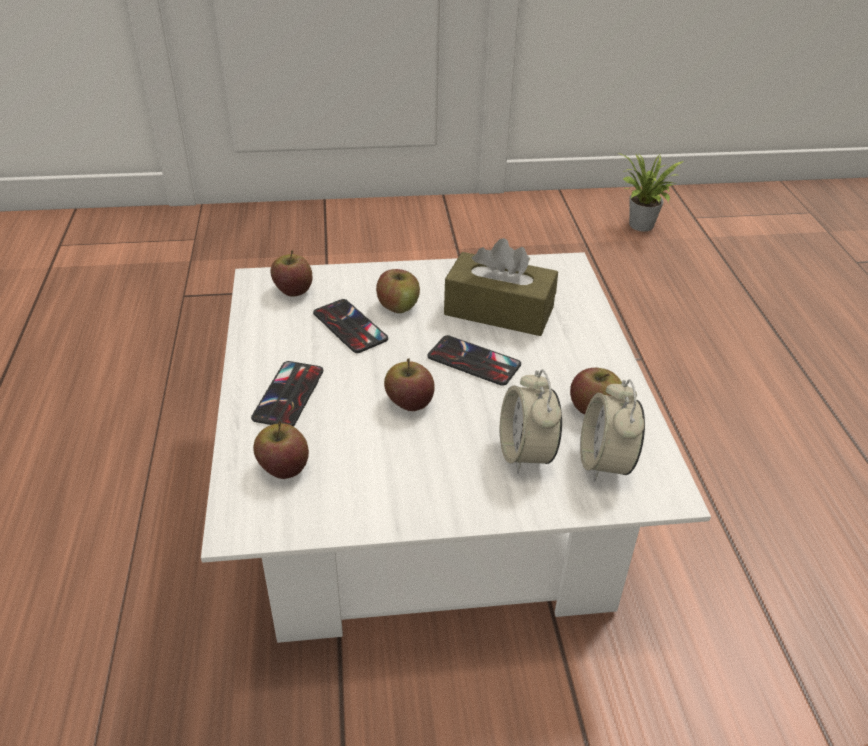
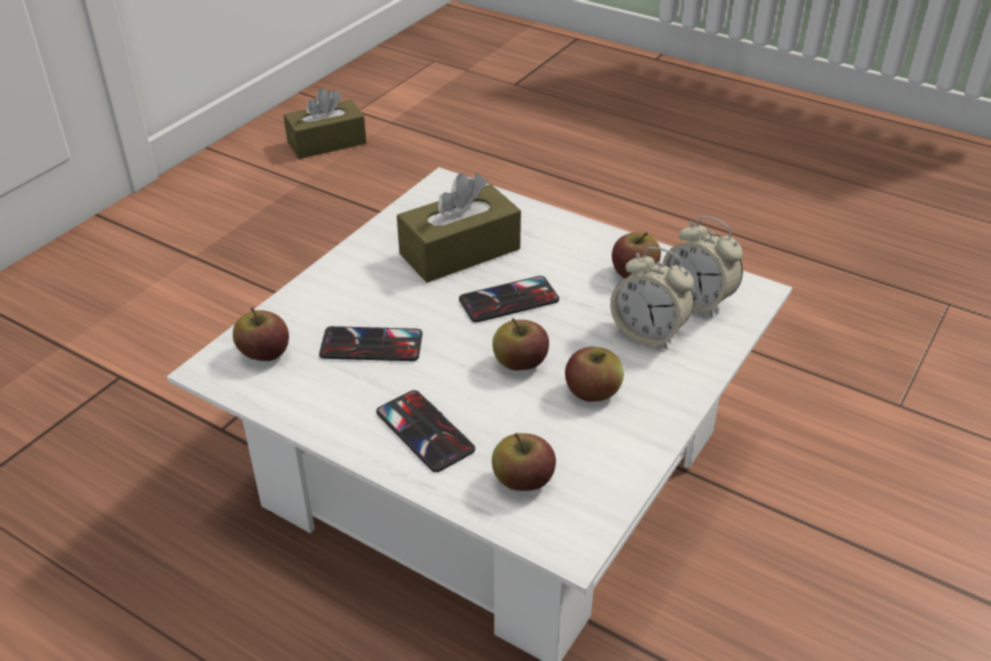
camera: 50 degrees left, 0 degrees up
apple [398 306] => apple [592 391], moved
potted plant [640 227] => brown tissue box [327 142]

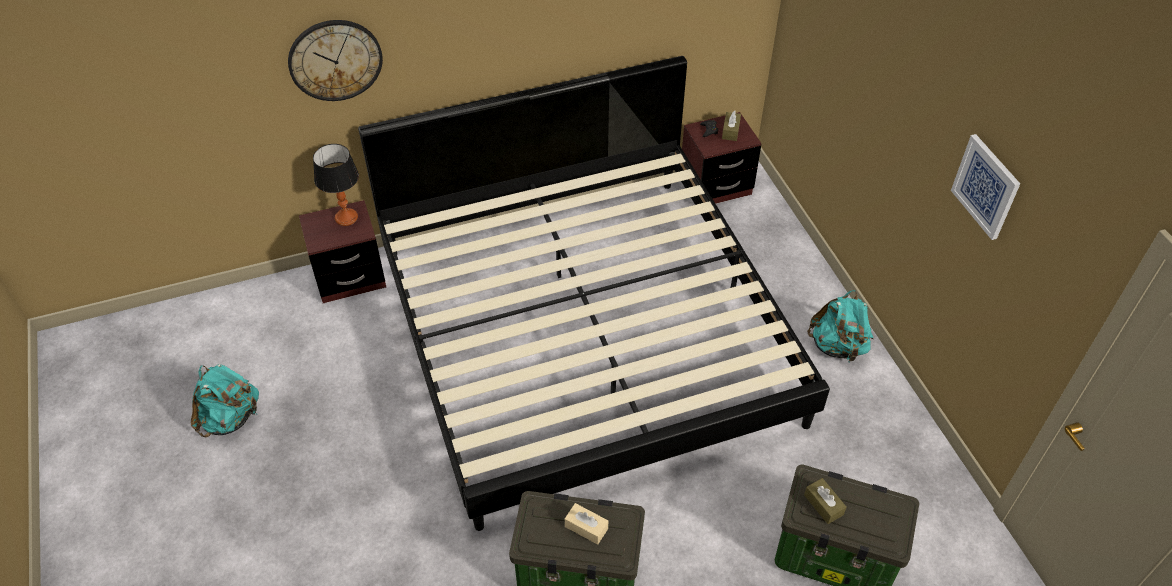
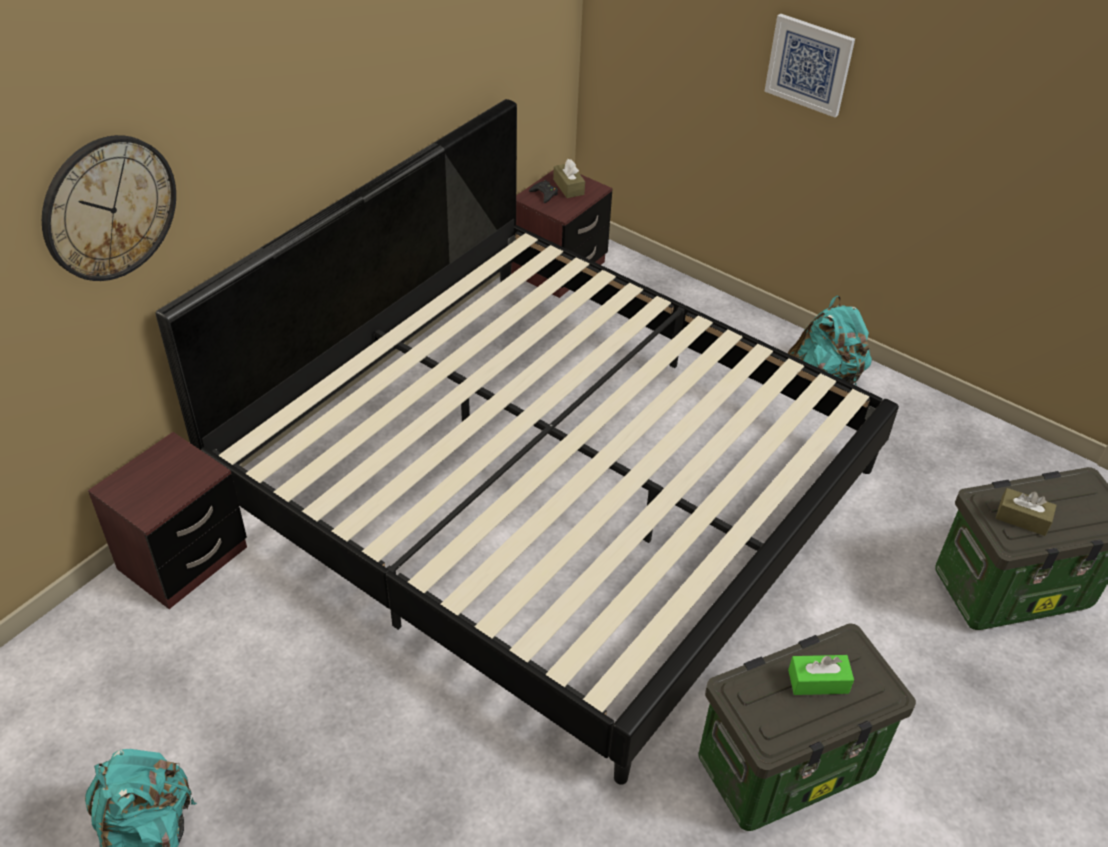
camera: 35 degrees left, 5 degrees down
table lamp [346 217] => nothing
beige tissue box [586 527] => green tissue box [818 681]
picture [986 186] => picture [809 64], moved

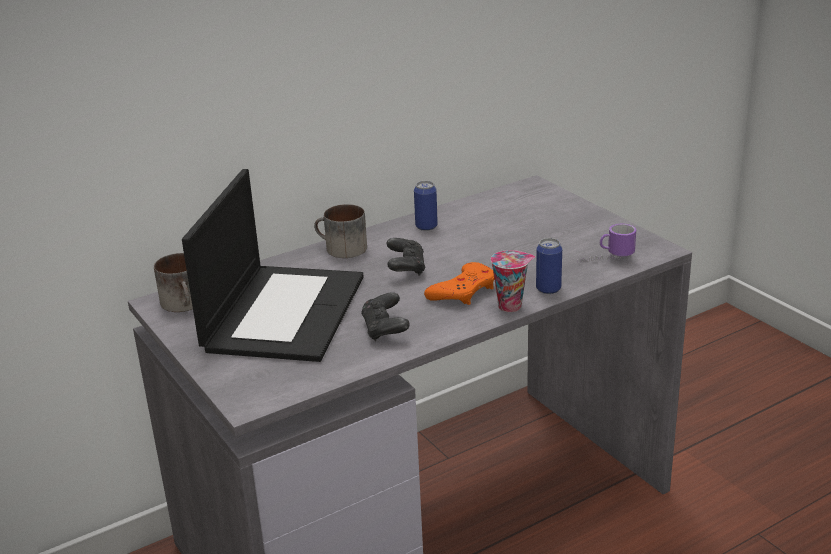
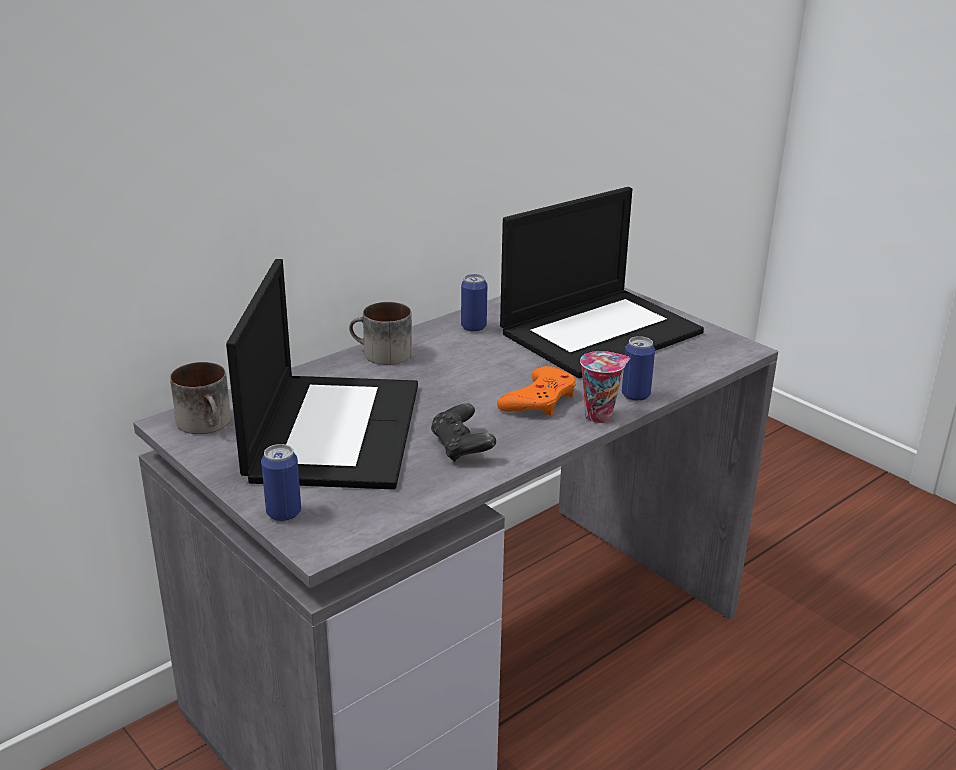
camera: 10 degrees left, 0 degrees up
black game controller [406 268] => nothing
mug [605 260] => nothing
nothing => can [284 513]
nothing => laptop [601 331]

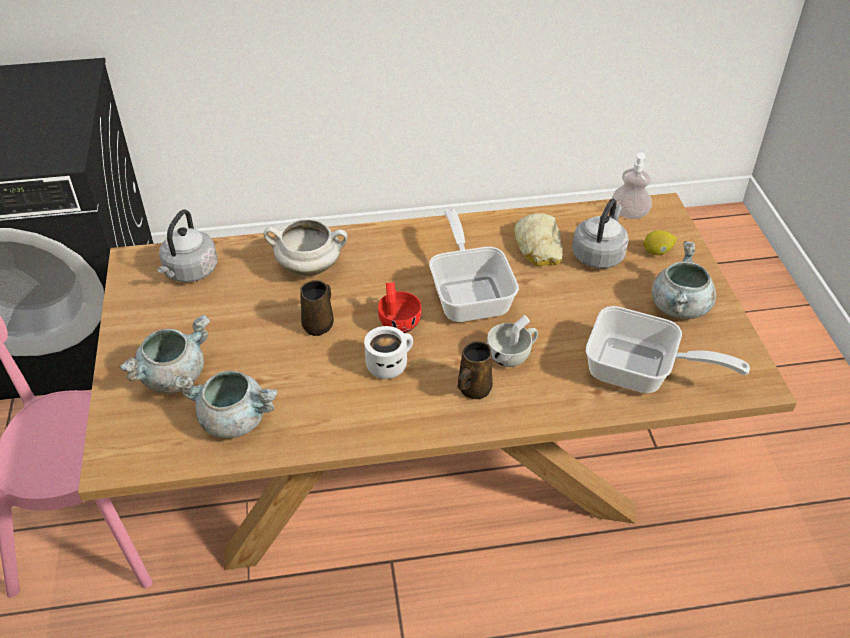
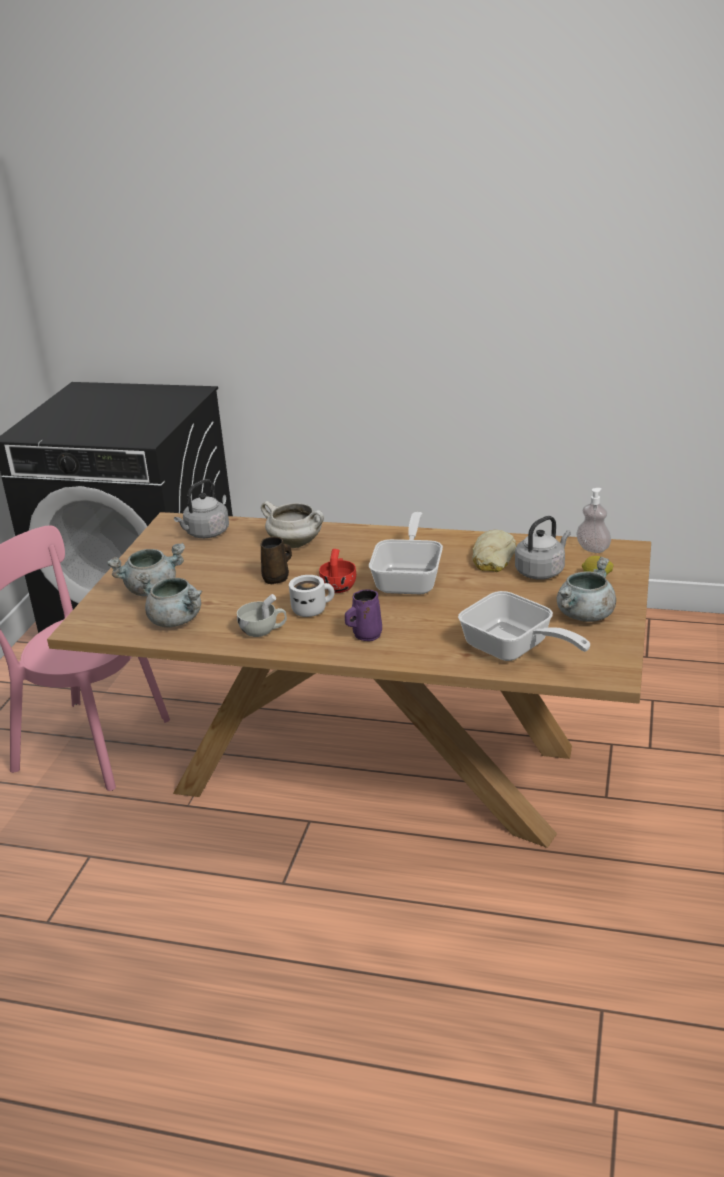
camera: 25 degrees right, 15 degrees down
brown mug [473 389] => purple mug [366 635]
white cup [512 355] => white cup [263 631], moved

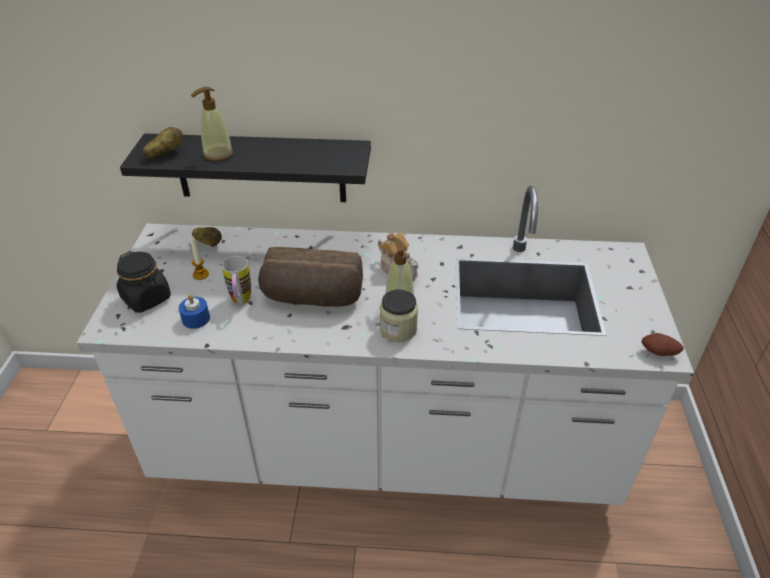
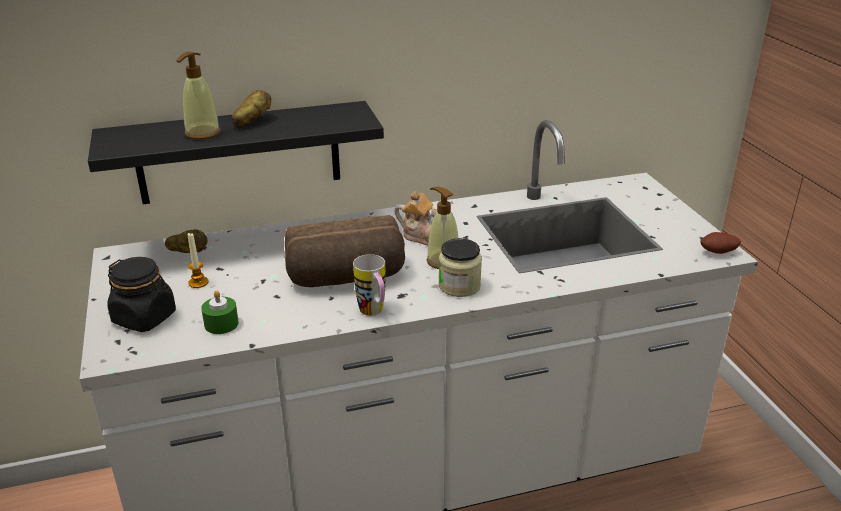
camera: 20 degrees left, 10 degrees down
potato [165 153] => potato [252 121], moved
blue candle [196 319] => green candle [221 324]
mug [241 302] => mug [374 313], moved

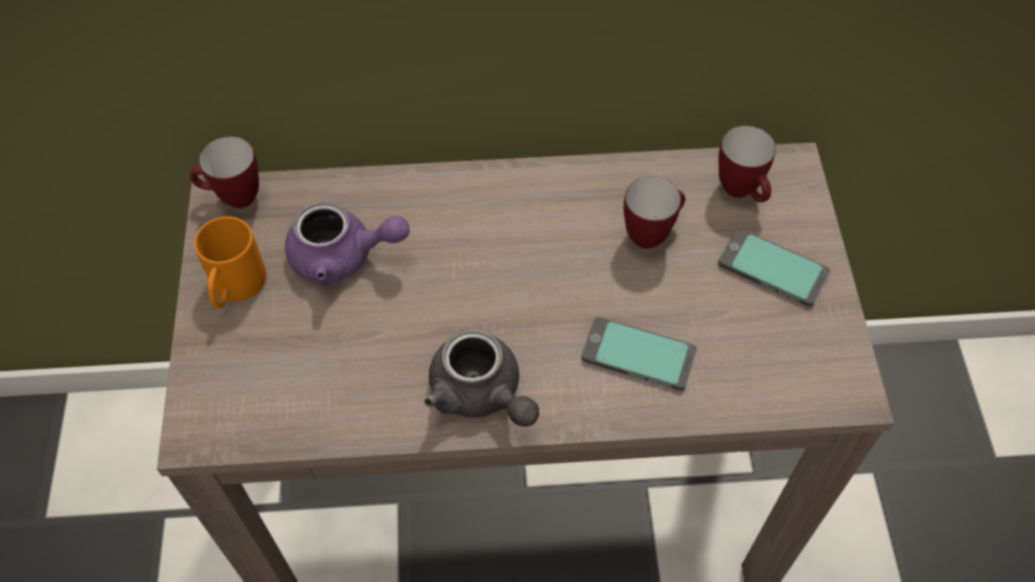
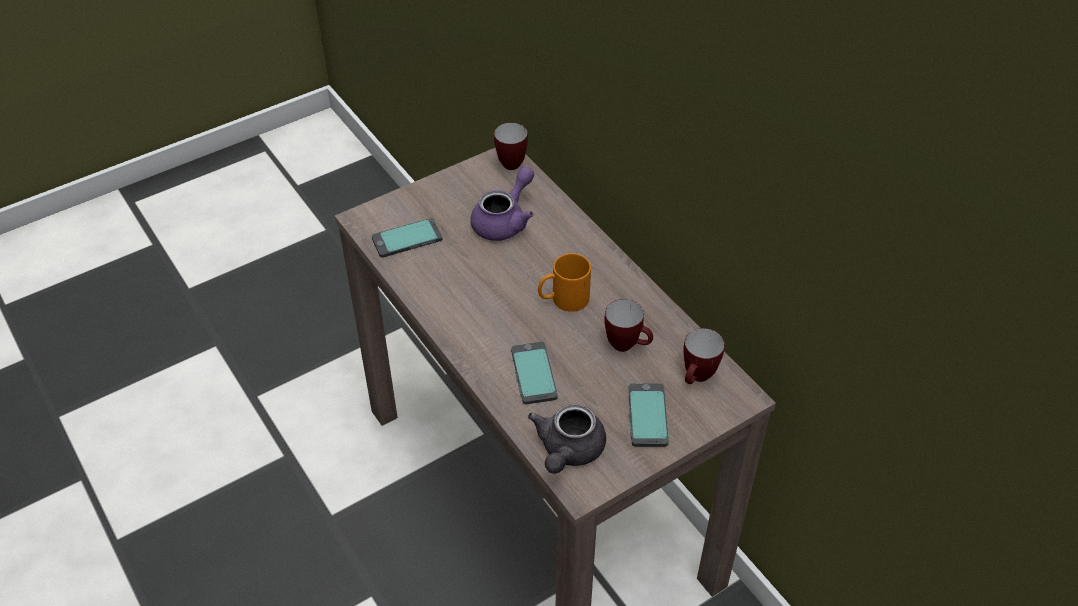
camera: 60 degrees right, 10 degrees down
orange mug [235 288] => orange mug [563 300], moved
purple teapot [343 257] => purple teapot [505 221], 120 degrees counterclockwise
grey teapot [481 394] => grey teapot [568 451], moved
nothing => phone [407 239]

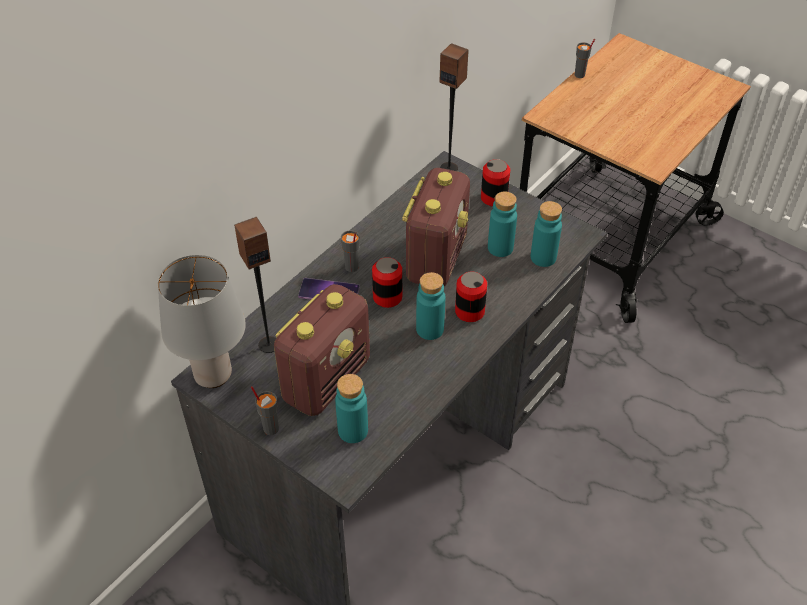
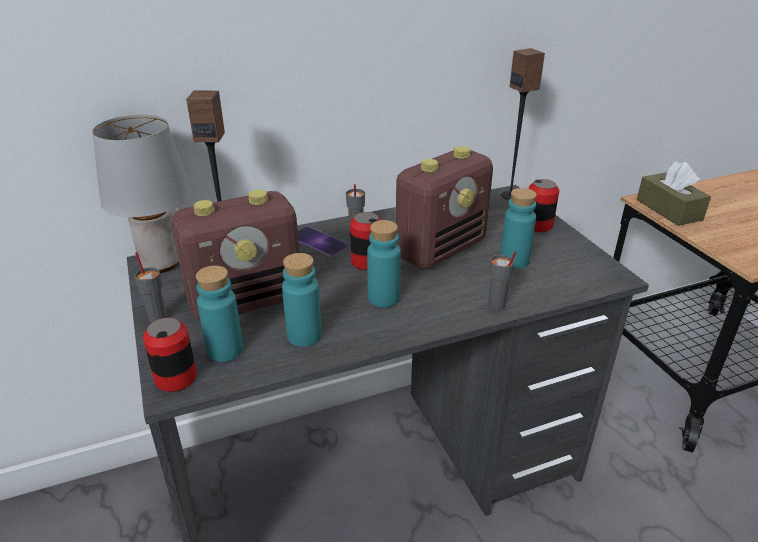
camera: 30 degrees right, 15 degrees down
can [469 311] => can [176 378], moved
turquoise bottle [543 257] => turquoise bottle [304 335], moved
grey cup [580 75] => grey cup [496 305], moved
nothing => brown tissue box [668 209]

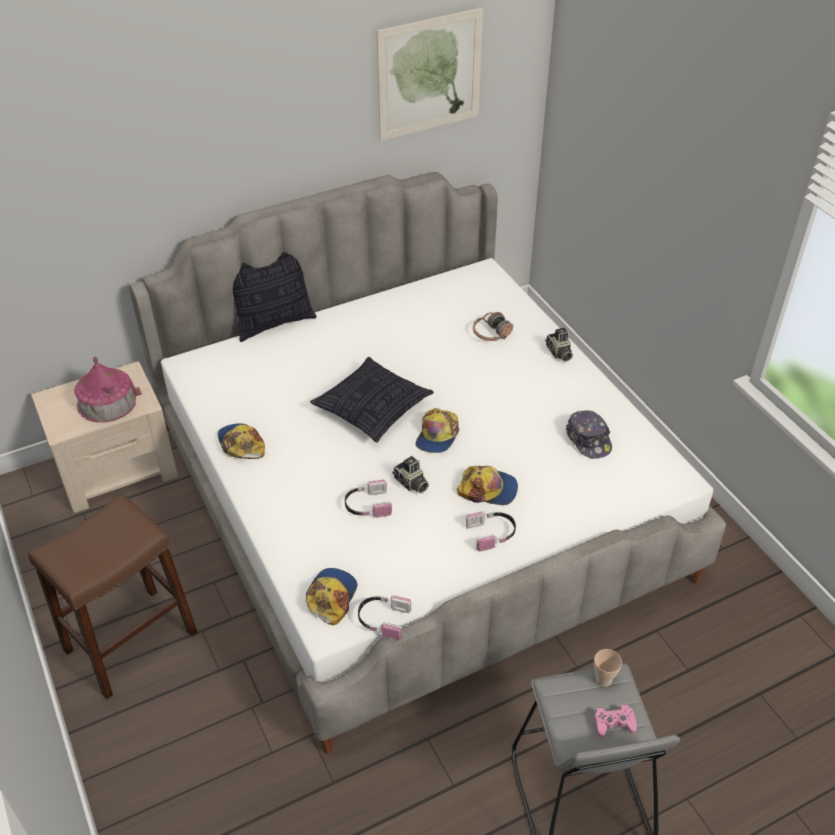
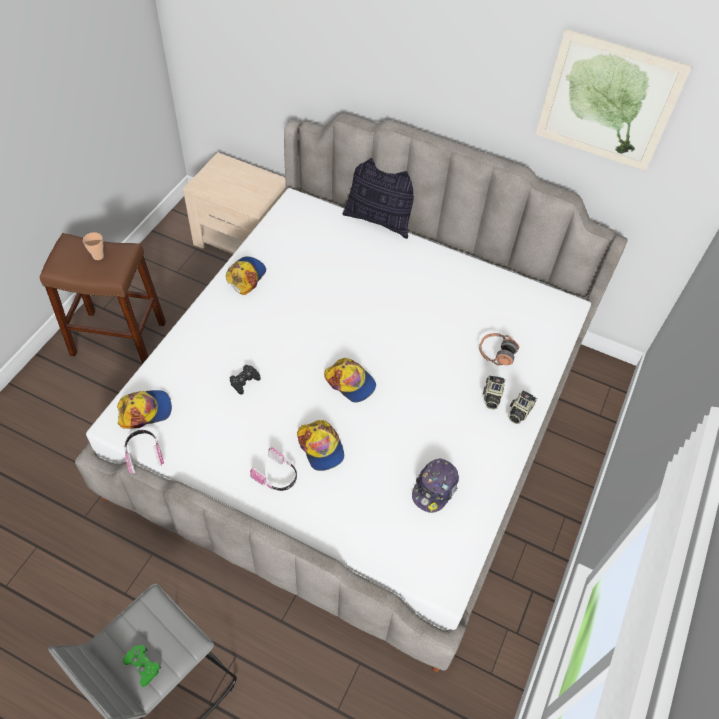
camera: 50 degrees right, 10 degrees up
toy house [107 401] => nothing
pillow [373 409] => nothing
headphones [367 505] => black game controller [244 381]
photo camera [411 484] => photo camera [491 396], moved
cap [437 435] => cap [350 382], 120 degrees counterclockwise
cup [603 680] => cup [98 256], moved
pink game controller [614 723] => green game controller [143 666]

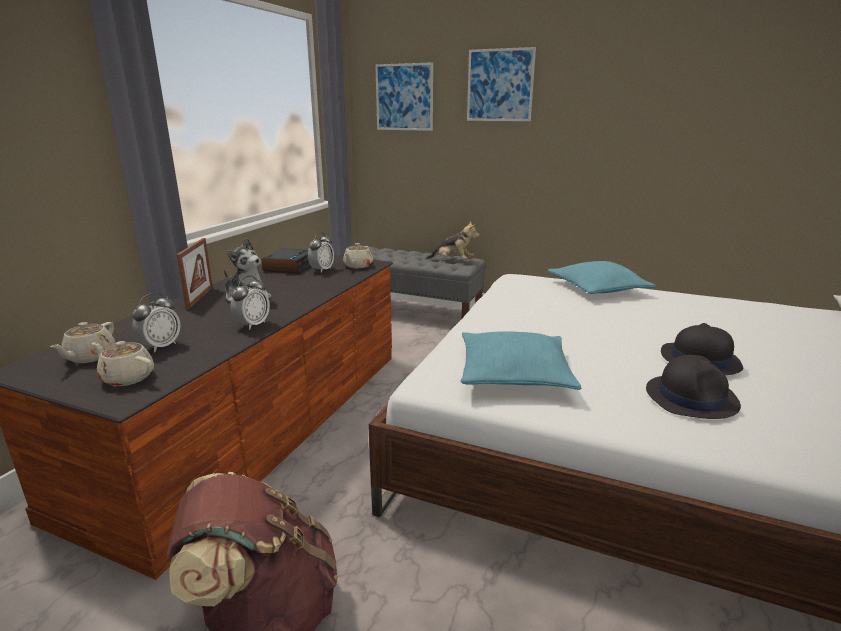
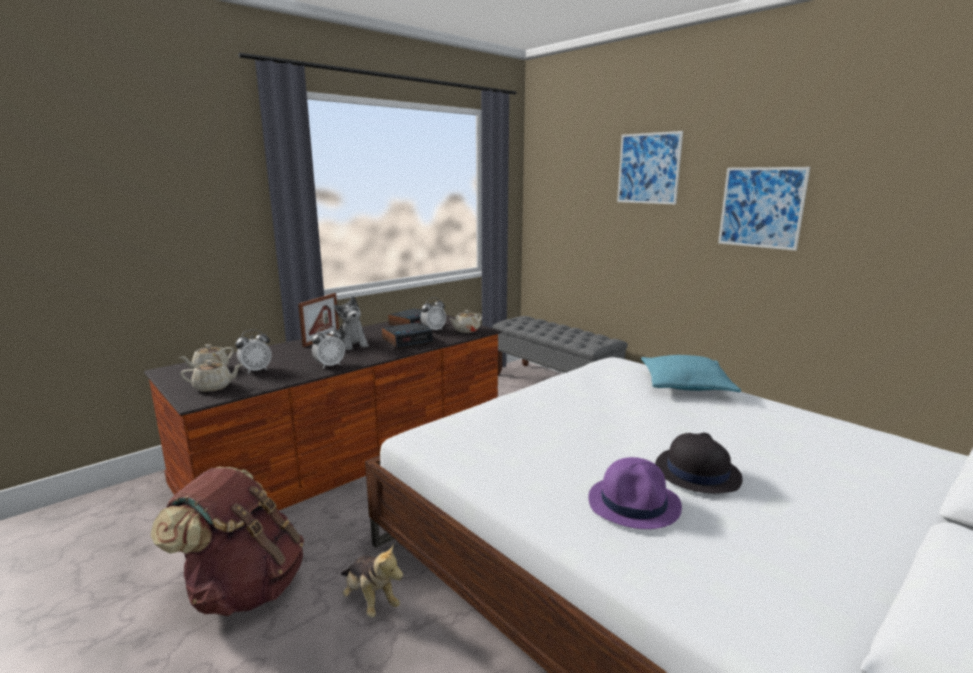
camera: 25 degrees right, 5 degrees down
beige teapot [127 377] => beige teapot [214 387], 120 degrees clockwise
picture [404 97] => picture [761 207], moved
plush toy [453 261] => plush toy [370 600], moved
turquoise pillow [514 373] => nothing
black hat [691 397] => purple hat [634 503]
nothing => alarm clock [407 341]

